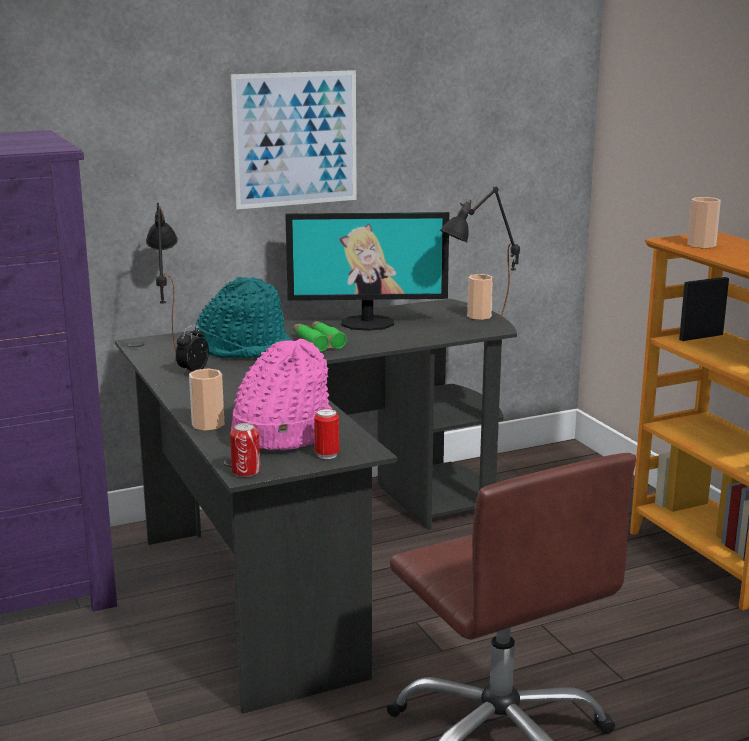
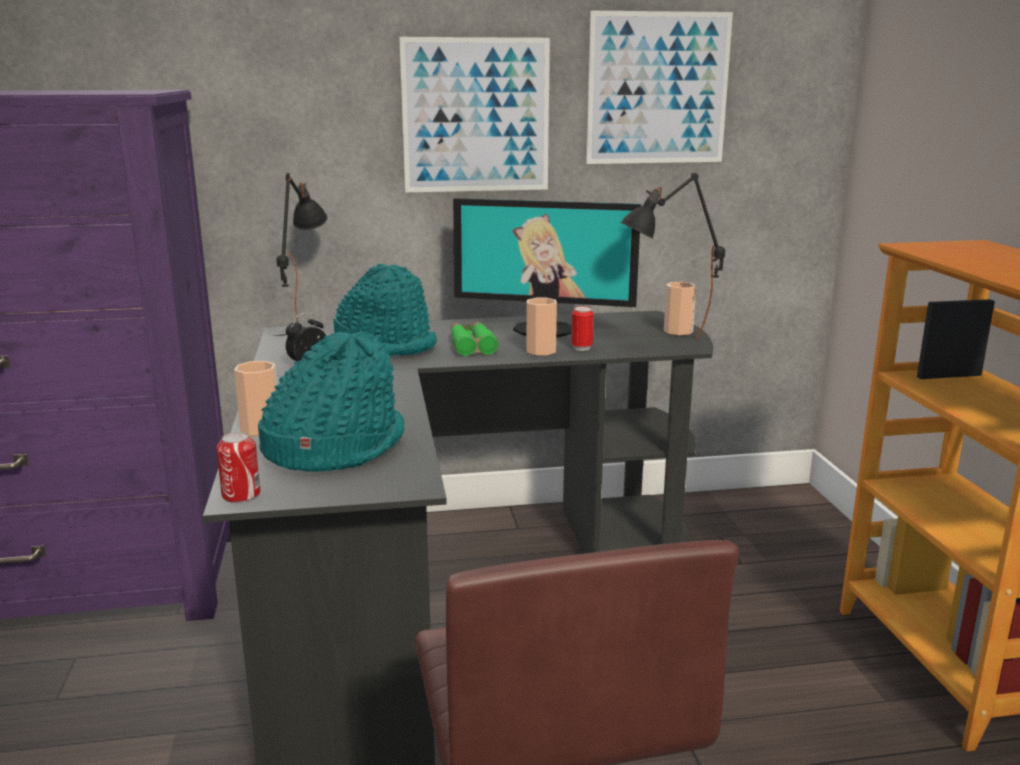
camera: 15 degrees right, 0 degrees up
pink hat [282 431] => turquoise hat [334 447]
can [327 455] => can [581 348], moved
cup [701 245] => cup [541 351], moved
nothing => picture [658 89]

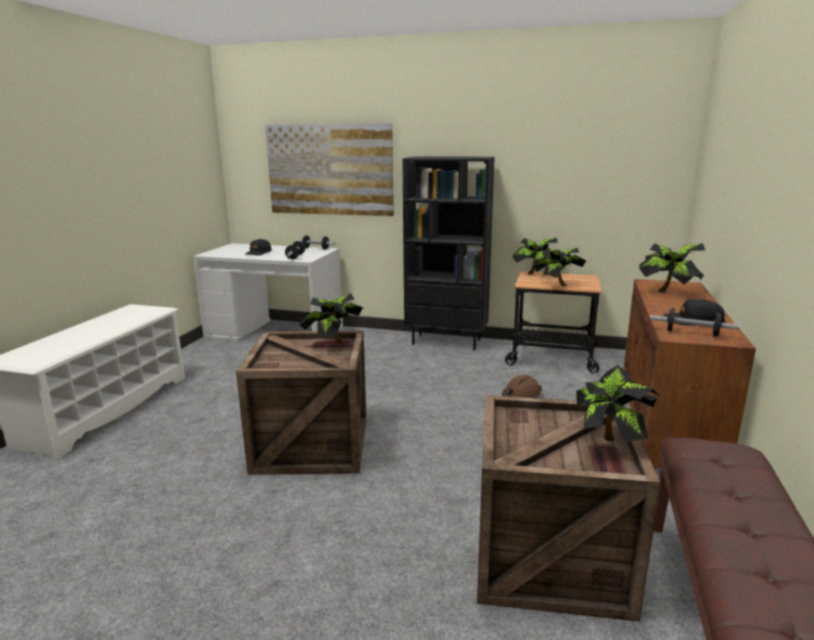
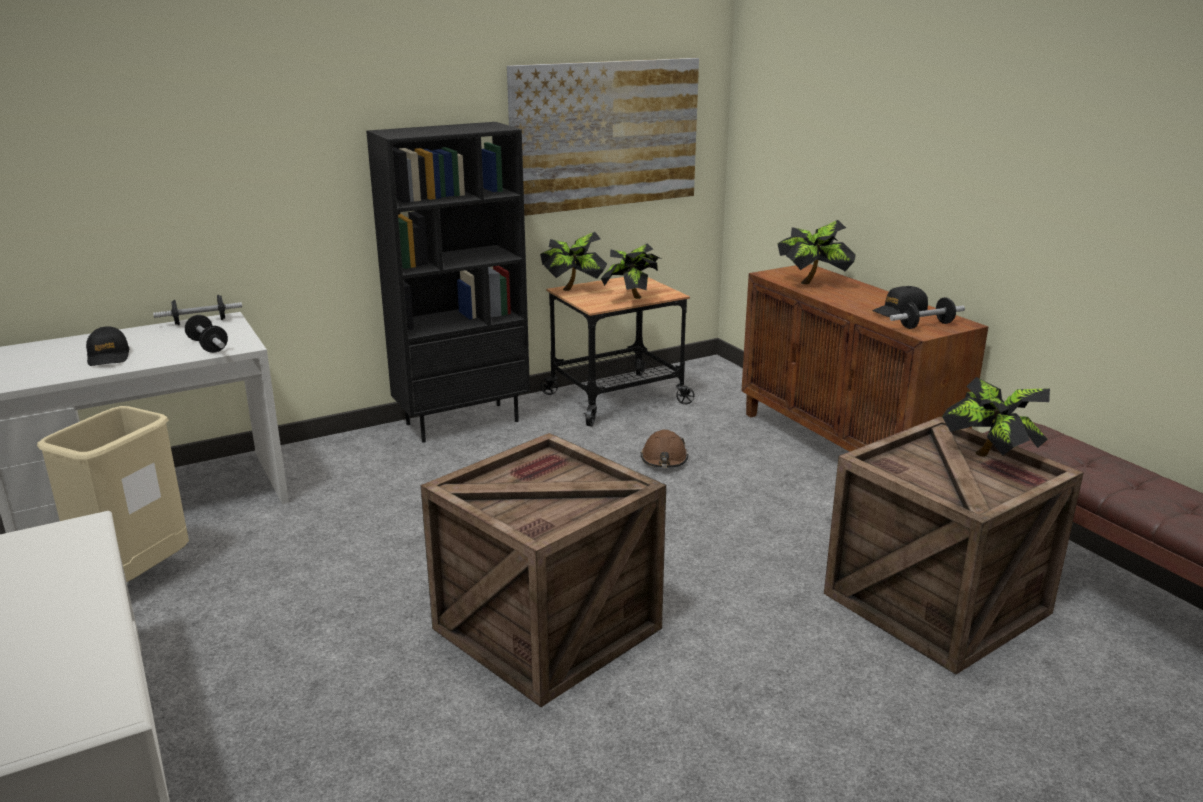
camera: 45 degrees left, 5 degrees up
picture [330 169] => picture [605 135], moved
potted plant [334 344] => nothing
nothing => beige trash can [137 577]

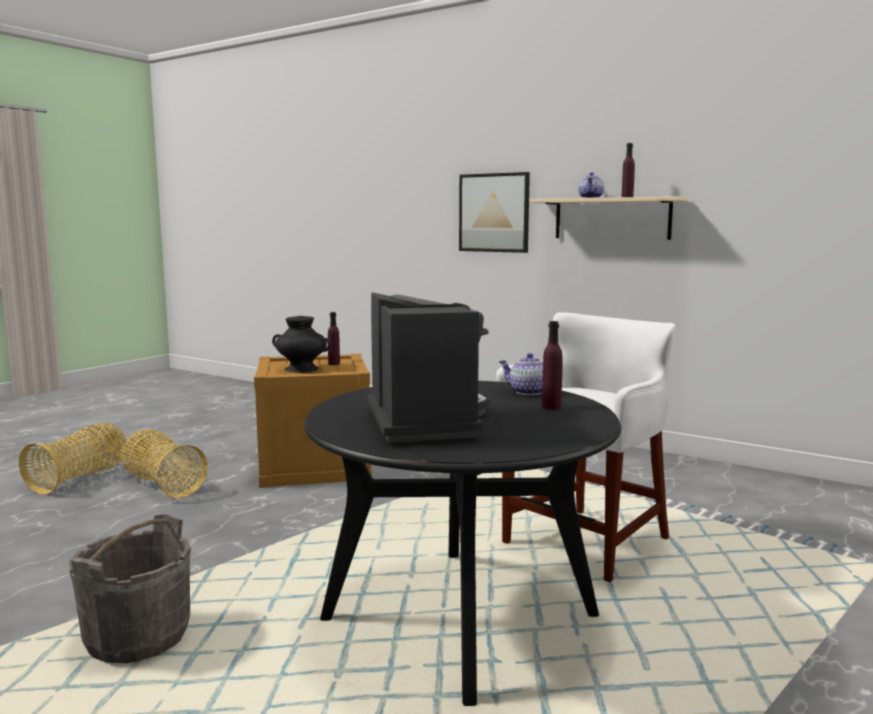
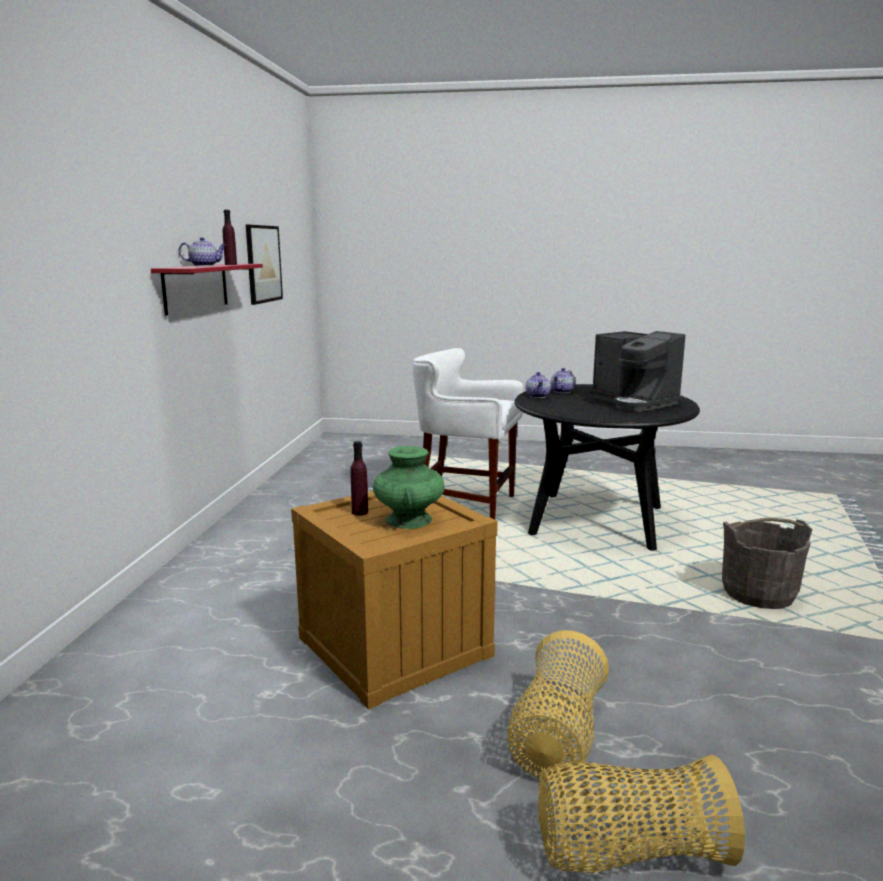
camera: 115 degrees left, 5 degrees up
black vase [302 369] => green vase [409 519]
coffee machine [426 421] => coffee machine [634 402], 90 degrees counterclockwise
picture [494 213] => picture [263 264], moved
beige shelf [612 218] => red shelf [196 287]
purple bottle [551 406] => teapot [562 391]

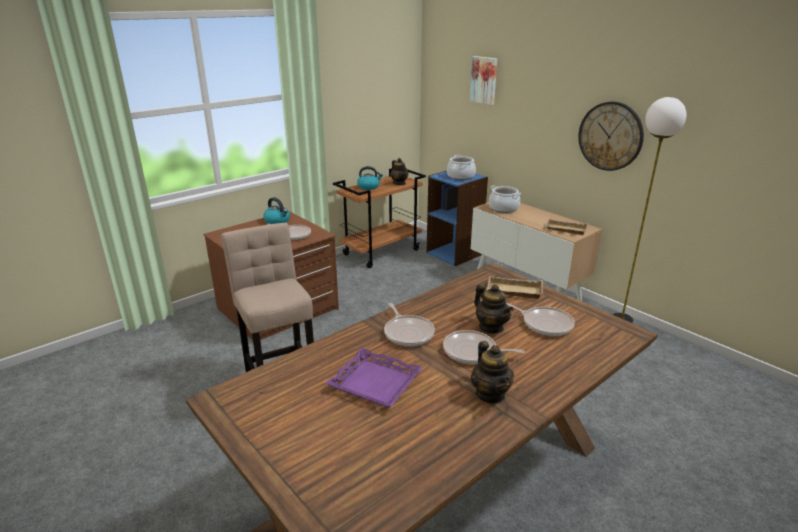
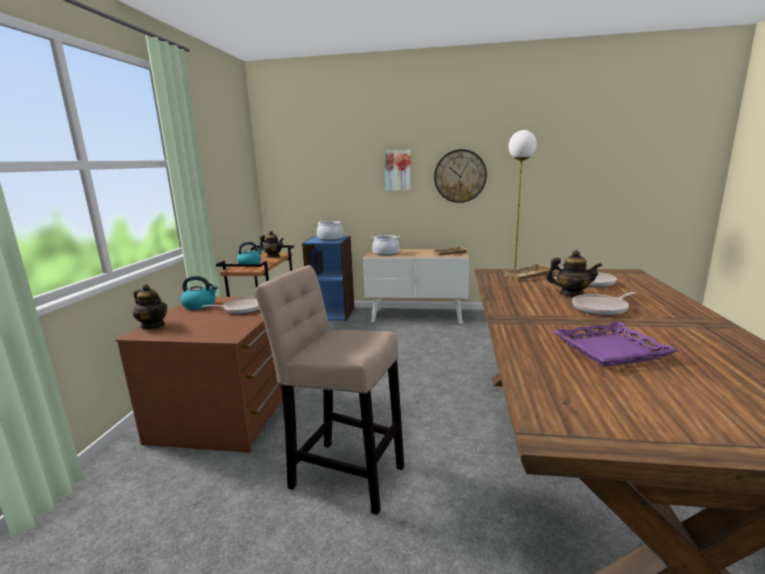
camera: 40 degrees left, 10 degrees down
frying pan [408 333] => nothing
picture [484 80] => picture [398 170], moved
teapot [490 394] => teapot [153 325], moved

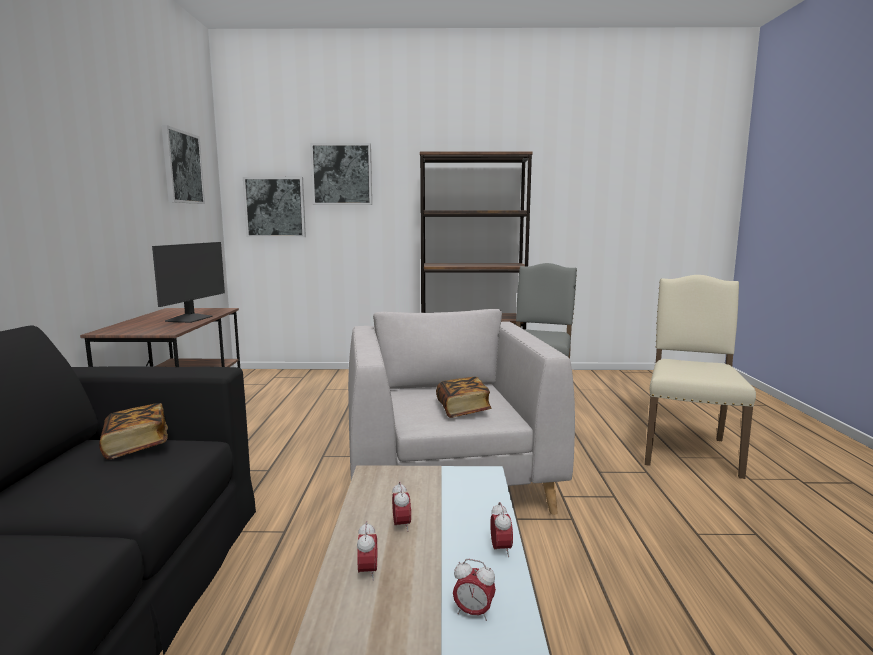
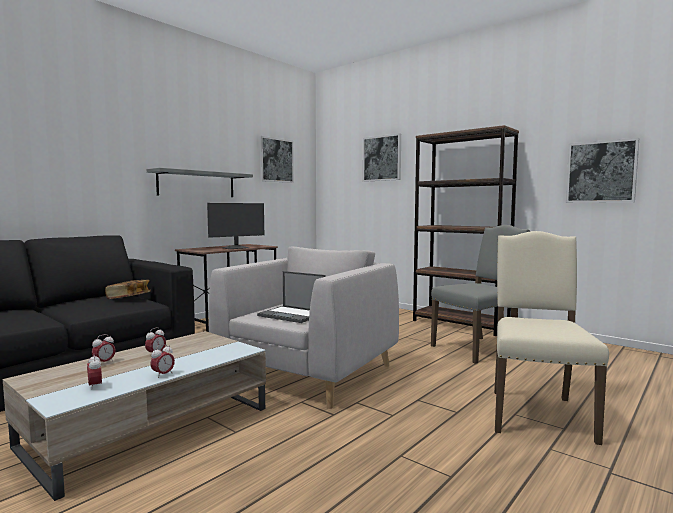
camera: 40 degrees right, 5 degrees down
picture [275 207] => picture [601 172], moved
book [463 409] => laptop [292 315]
beige chair [688 450] => beige chair [537 413], 45 degrees counterclockwise
nothing => grey shelf [197 184]

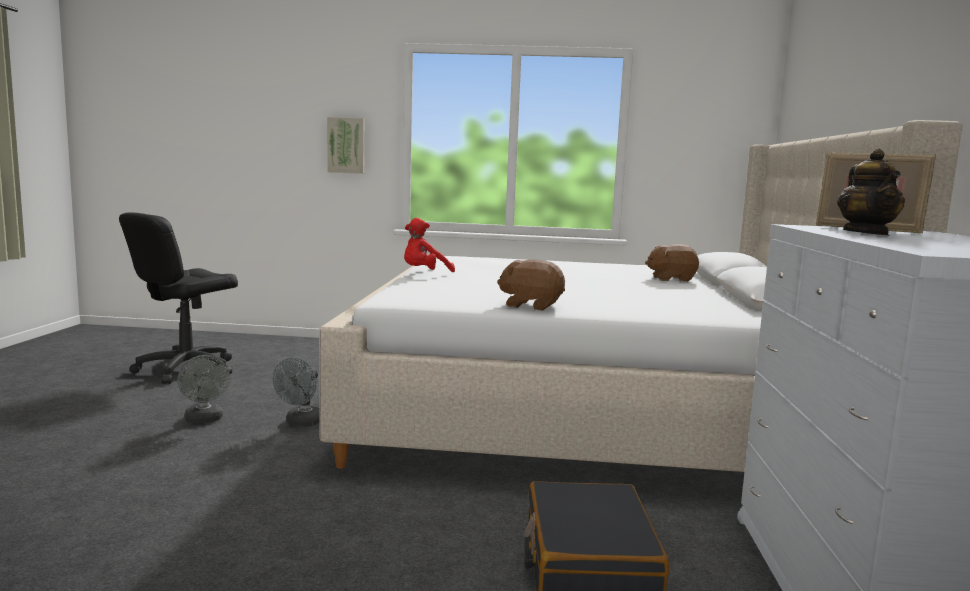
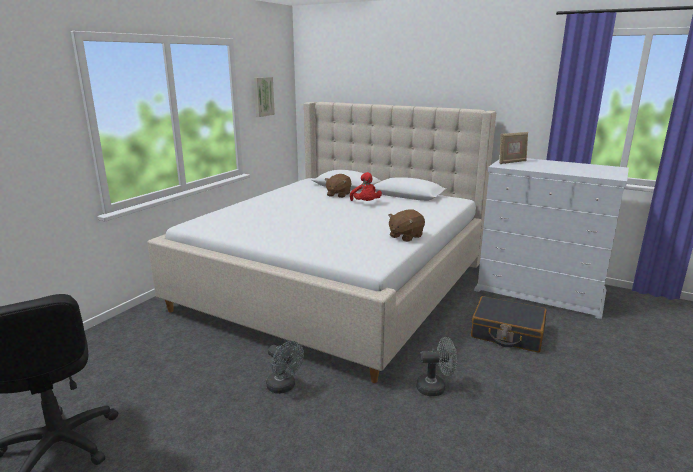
camera: 65 degrees left, 10 degrees up
grey fan [204 420] => grey fan [435 387], moved
picture [346 145] => picture [263 96], moved
red plush toy [424 273] => red plush toy [365 203], moved
teapot [866 233] => nothing

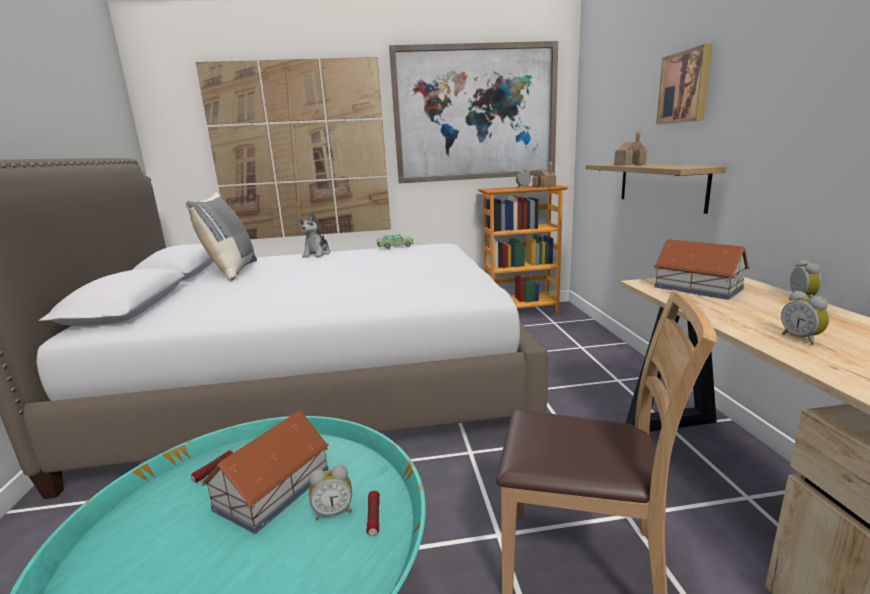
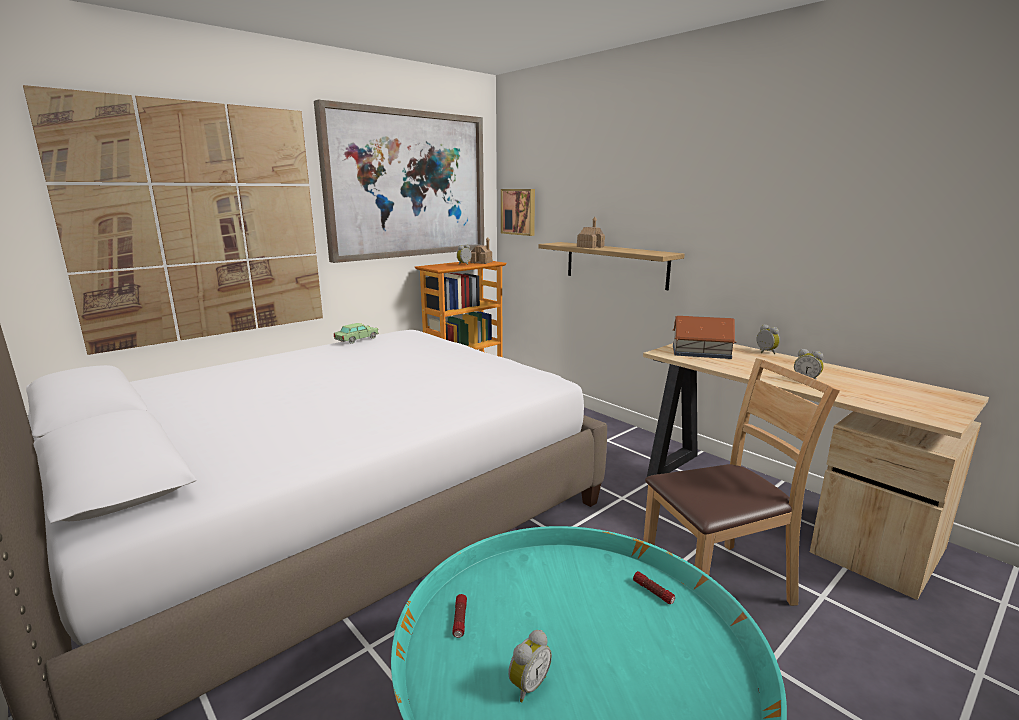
camera: 35 degrees left, 0 degrees up
grey pillow [231 271] => nothing
toy house [271 490] => nothing
plush toy [317 254] => nothing
alarm clock [333 511] => alarm clock [527 685], moved
picture [685 87] => picture [519 211], moved

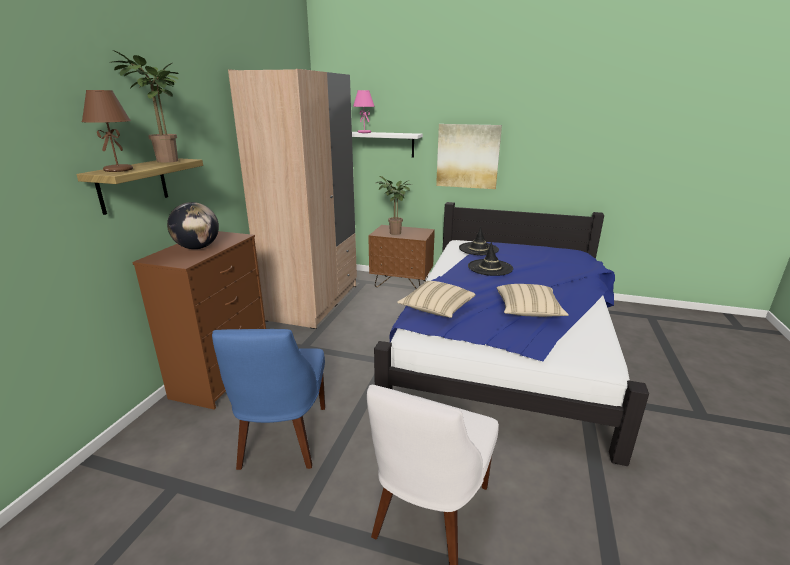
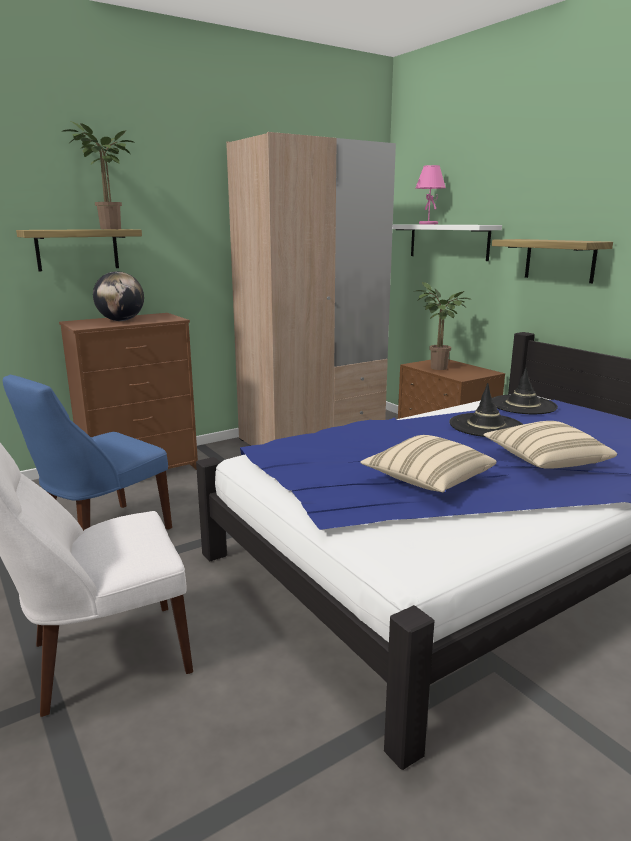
camera: 40 degrees right, 5 degrees down
brown table lamp [119 170] => nothing
beige pillow [436 309] => beige pillow [545 462], moved
picture [468 156] => shelf [559 260]

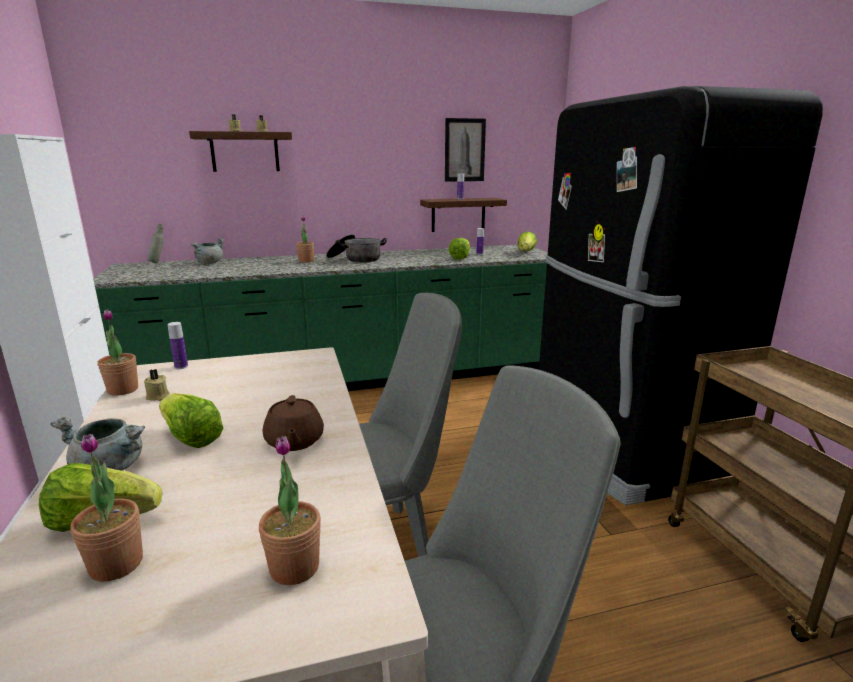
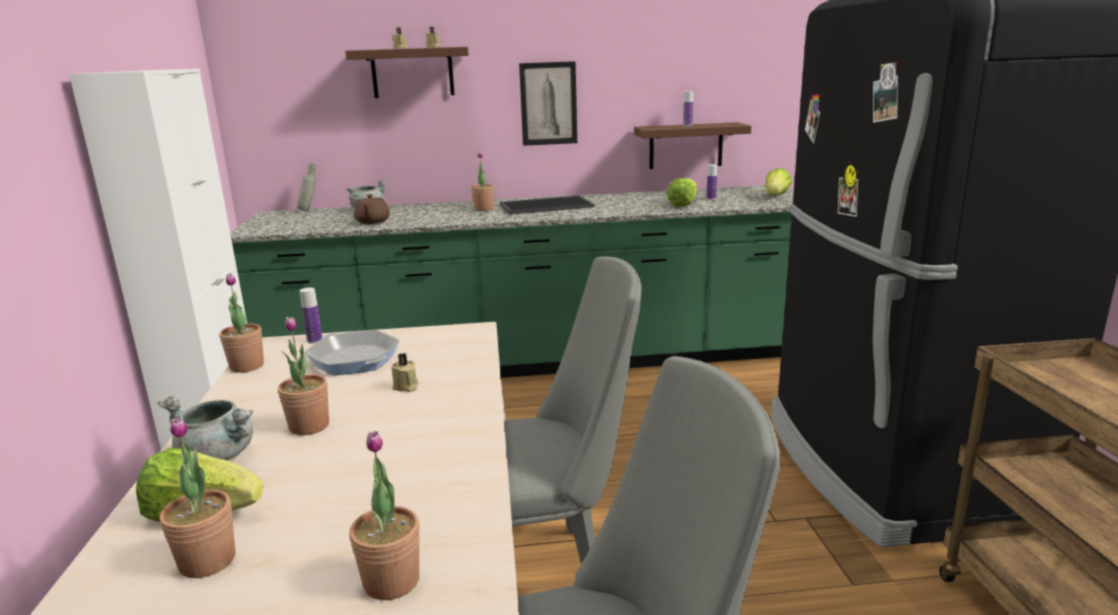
camera: 10 degrees right, 0 degrees up
beige candle [158 397] => beige candle [406 387], moved
lettuce [190 438] => potted plant [309 426]
brown teapot [294 442] => brown teapot [372 222], moved
cooking pot [355 259] => tray [545 206]
picture [464 150] => picture [548 103], moved
nothing => frying pan [354 359]

